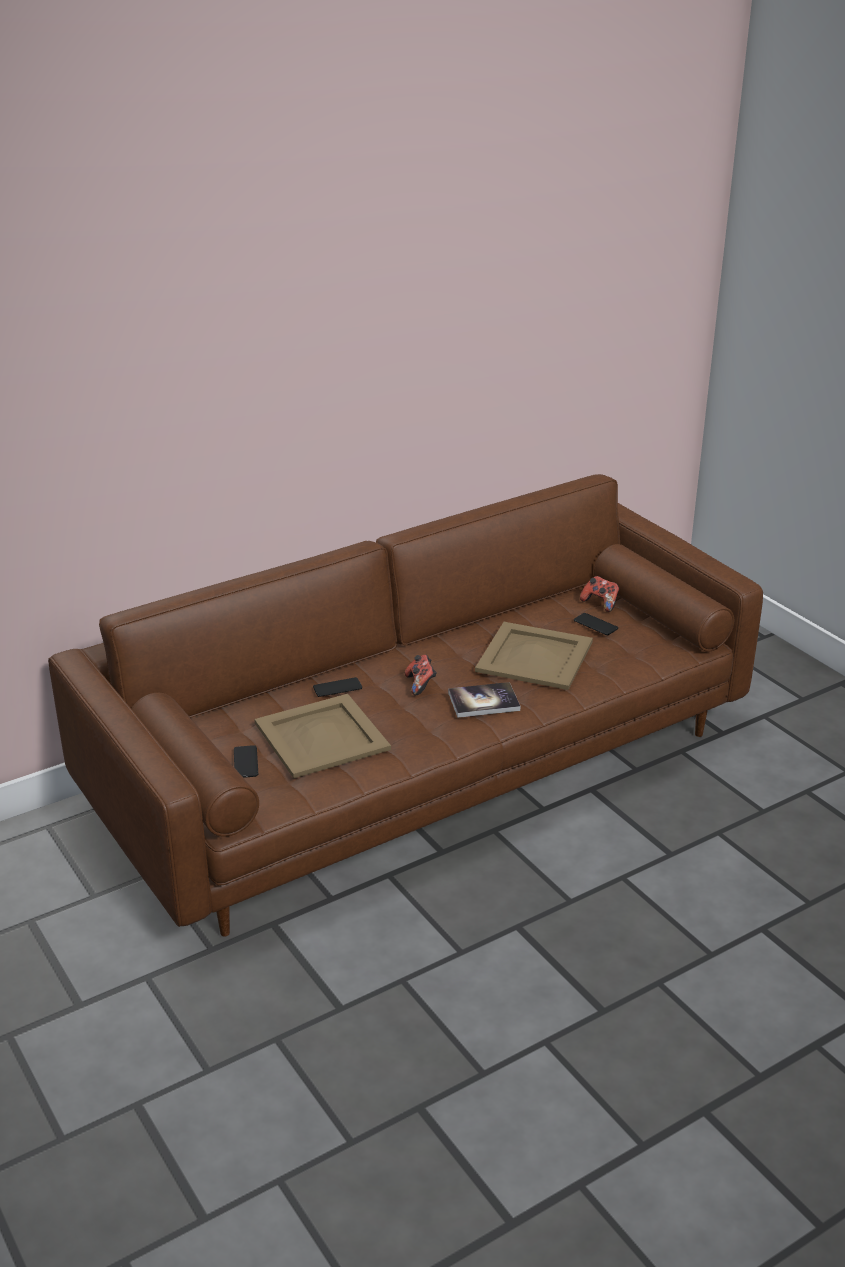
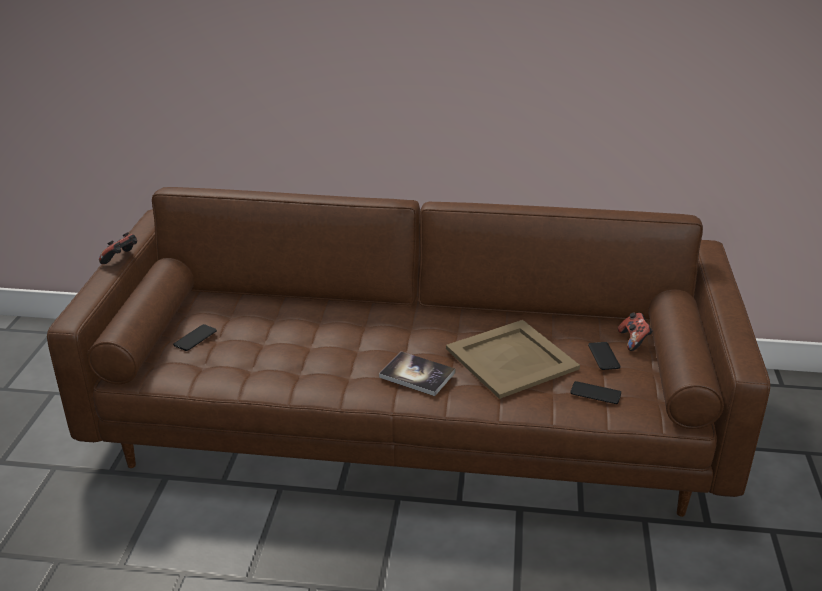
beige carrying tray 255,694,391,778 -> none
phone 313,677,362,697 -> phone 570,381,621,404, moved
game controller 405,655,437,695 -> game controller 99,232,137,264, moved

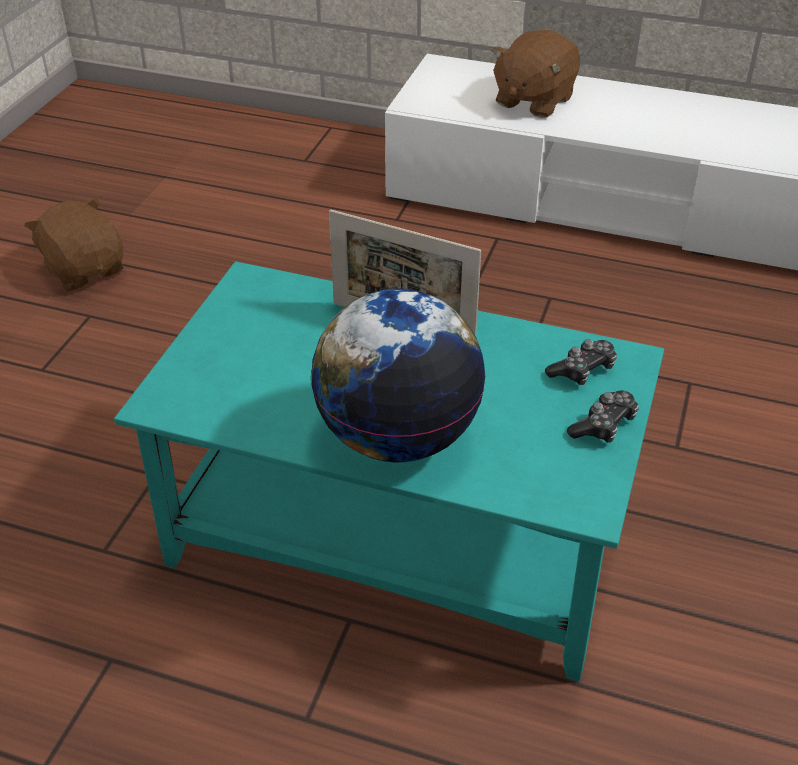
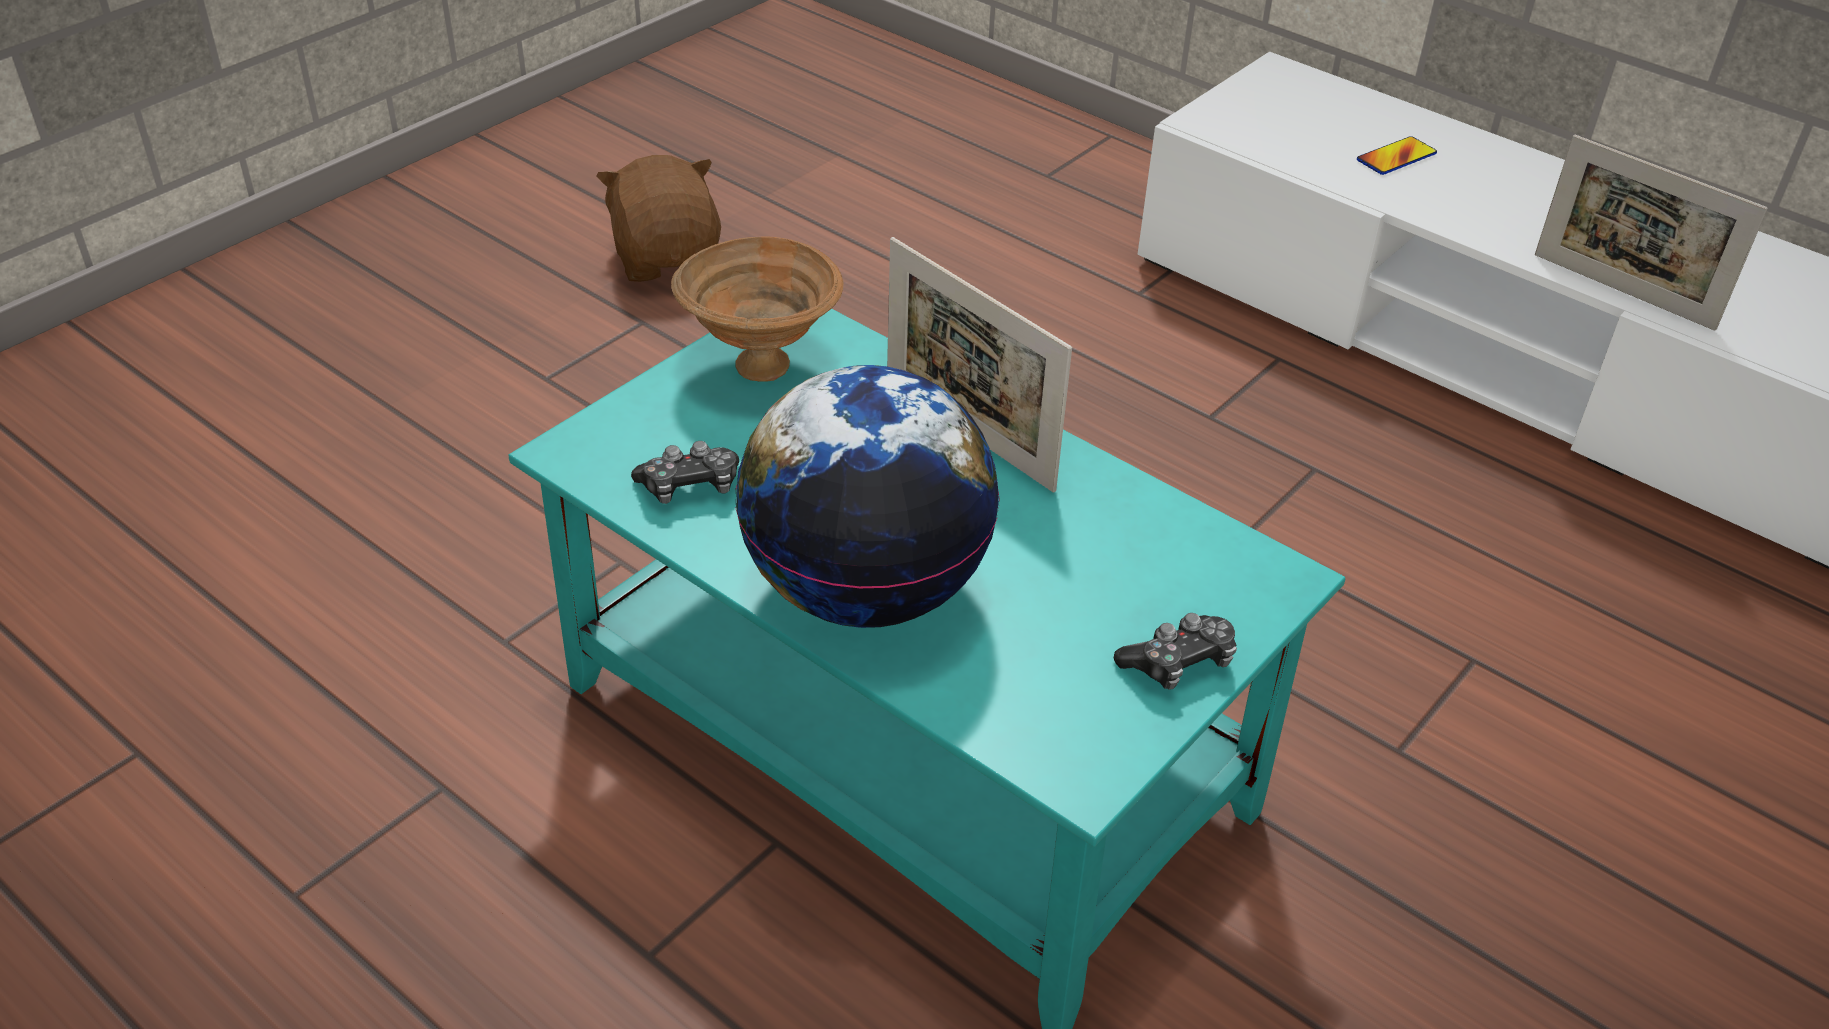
brown-coloured cuddly toy 492,30,580,118 -> phone 1357,136,1437,175
game controller 545,339,617,385 -> game controller 631,441,739,504, moved
none -> brown-coloured serving bowl 671,236,843,382
none -> photo frame 1535,135,1768,331

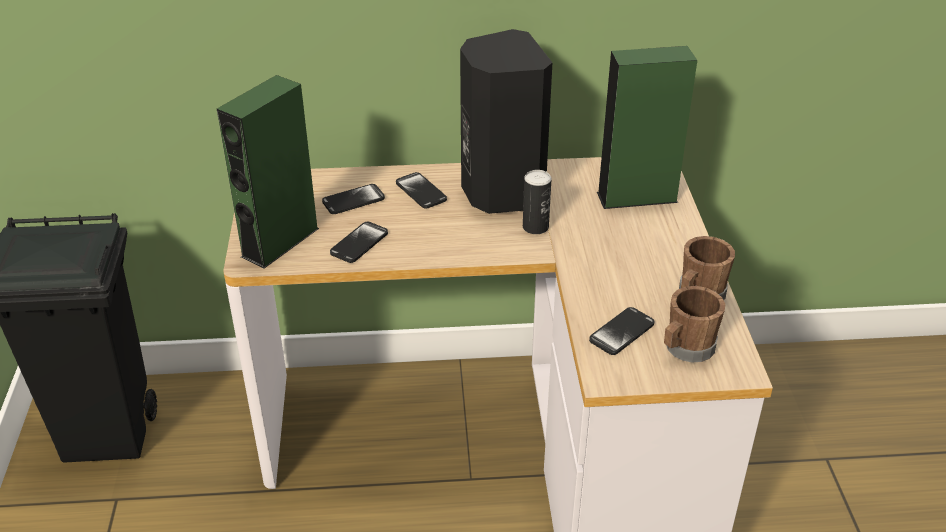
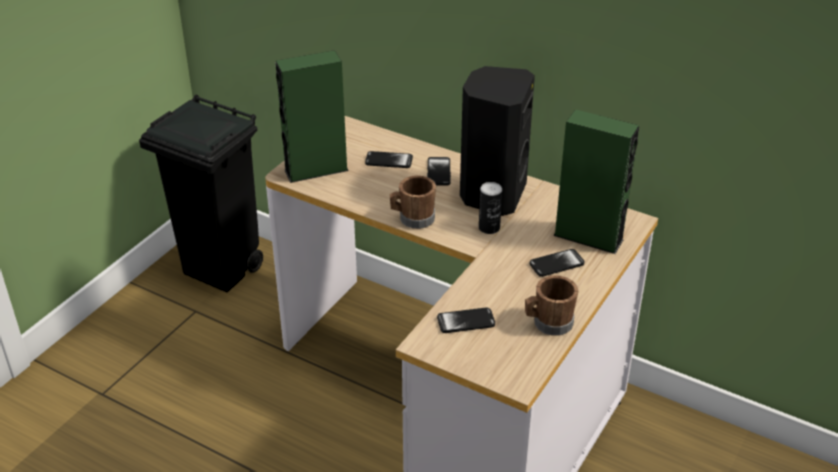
phone 330,222,388,263 -> phone 530,249,584,277, moved
brown-coloured tea mug 664,286,726,362 -> brown-coloured tea mug 390,176,436,229, moved

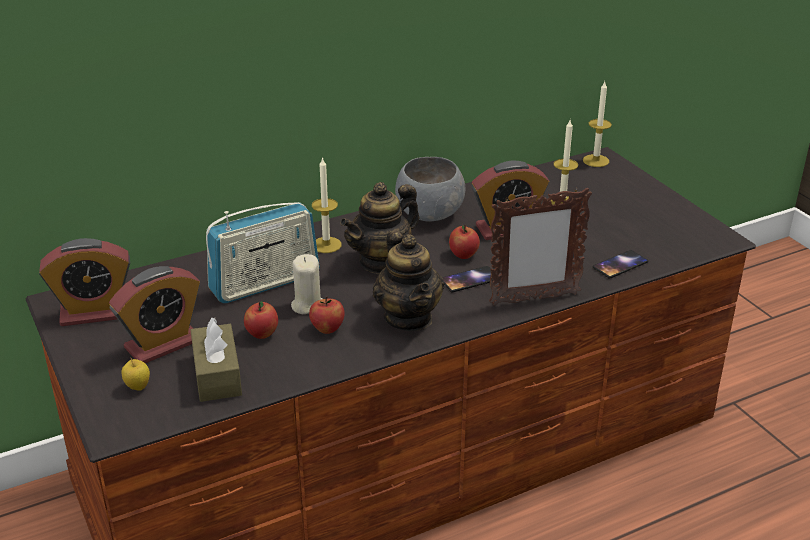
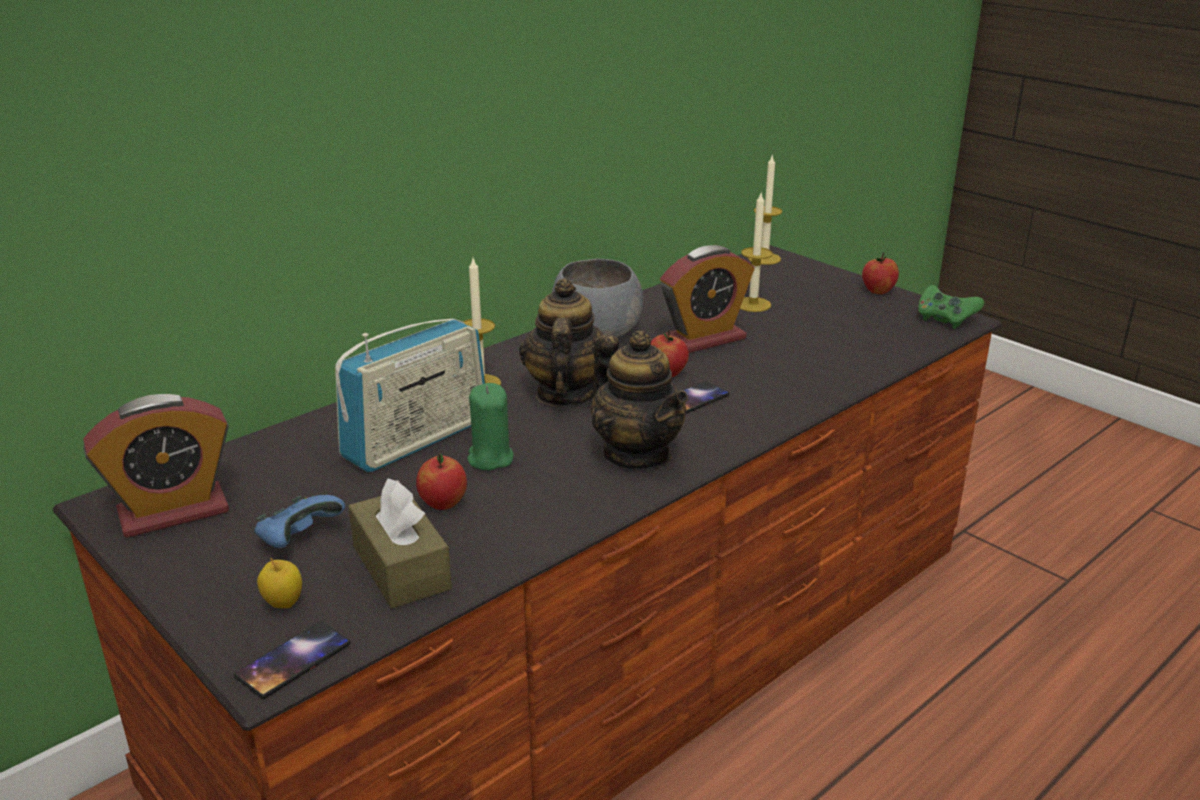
bedside clock 109,266,200,363 -> blue game controller 254,495,345,548
beige wax candle 291,254,322,314 -> greenish wax candle 467,383,513,470
apple fruit 309,296,345,334 -> apple fruit 862,253,899,294, moved
pot for tea 340,182,419,274 -> pot for tea 519,278,603,407, 150 degrees clockwise
photo frame 489,188,592,306 -> none
phone 592,250,648,279 -> phone 234,621,350,699, moved
none -> greenish game controller 918,285,984,329

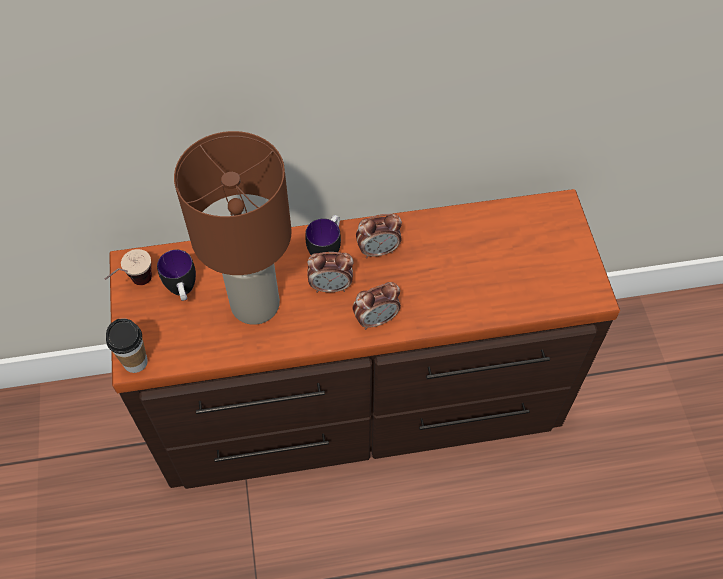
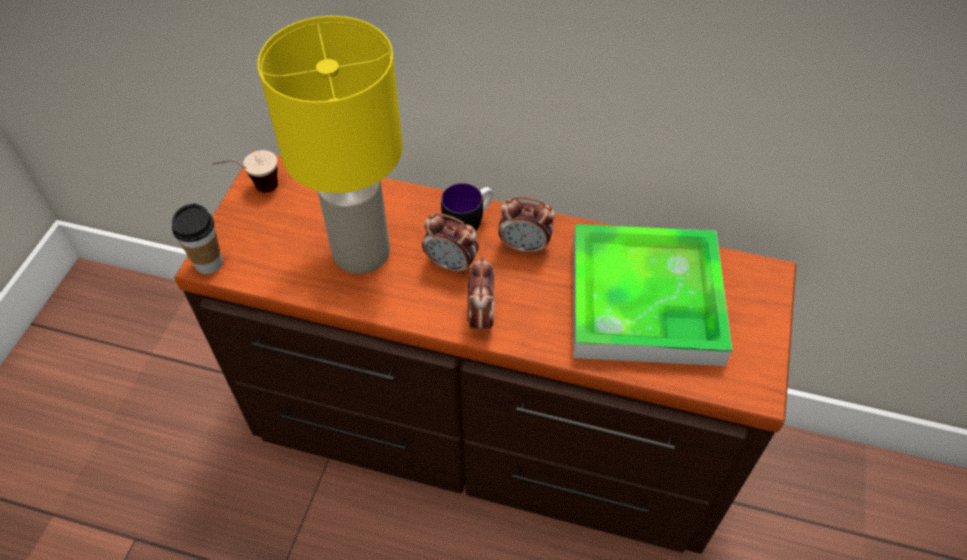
tea mug 157,250,196,301 -> none
brown-coloured table lamp 174,131,292,325 -> yellow table lamp 257,16,403,274
bedside clock 352,282,401,330 -> bedside clock 467,257,495,333, 90 degrees counterclockwise
none -> carrying tray 573,224,732,366

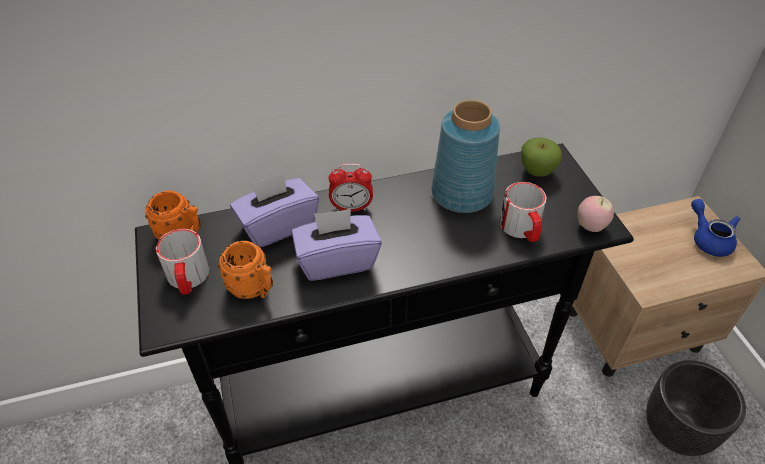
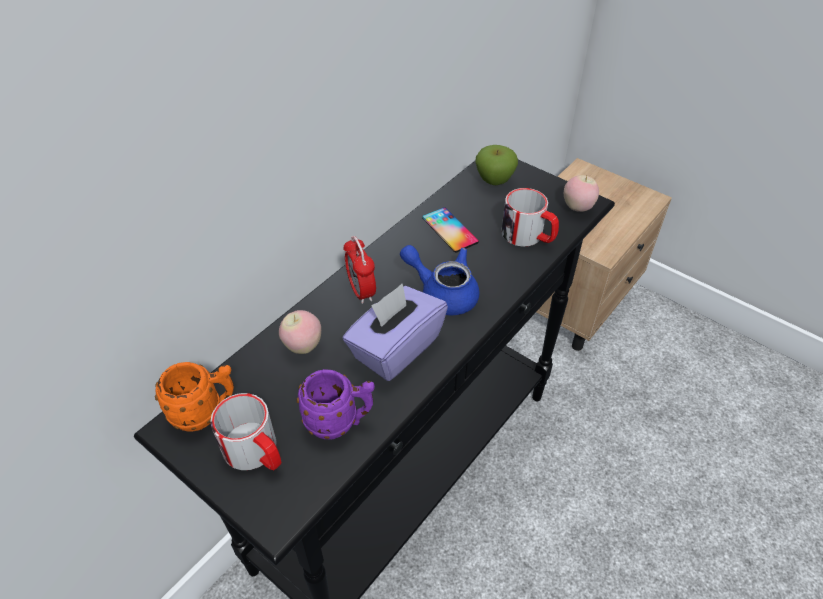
orangey tea mug 218,241,273,299 -> purplish tea mug 297,369,375,440
purplish box of tissues 230,172,319,248 -> apple fruit 279,310,321,354
bedside clock 328,163,373,212 -> bedside clock 344,236,376,304, 105 degrees clockwise
blue decorative vase 431,100,500,213 -> phone 422,207,479,253
black-coloured planter 646,360,746,456 -> none
blue pot for tea 691,199,740,257 -> blue pot for tea 400,245,480,315, moved

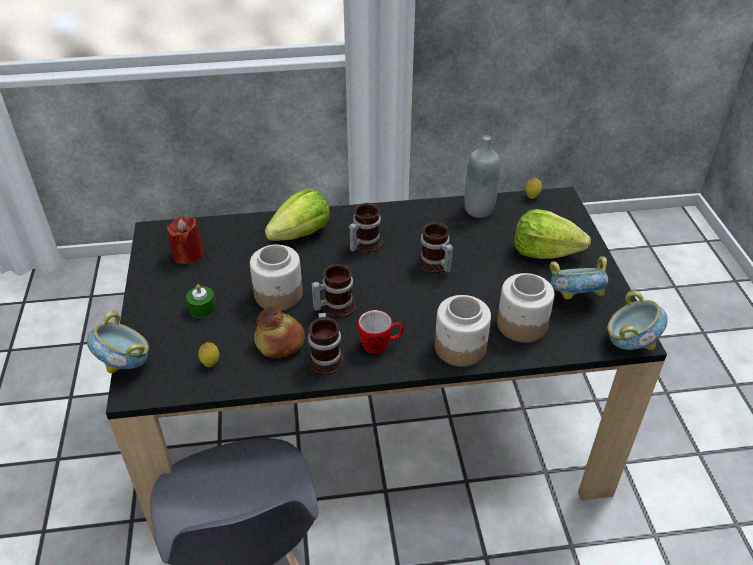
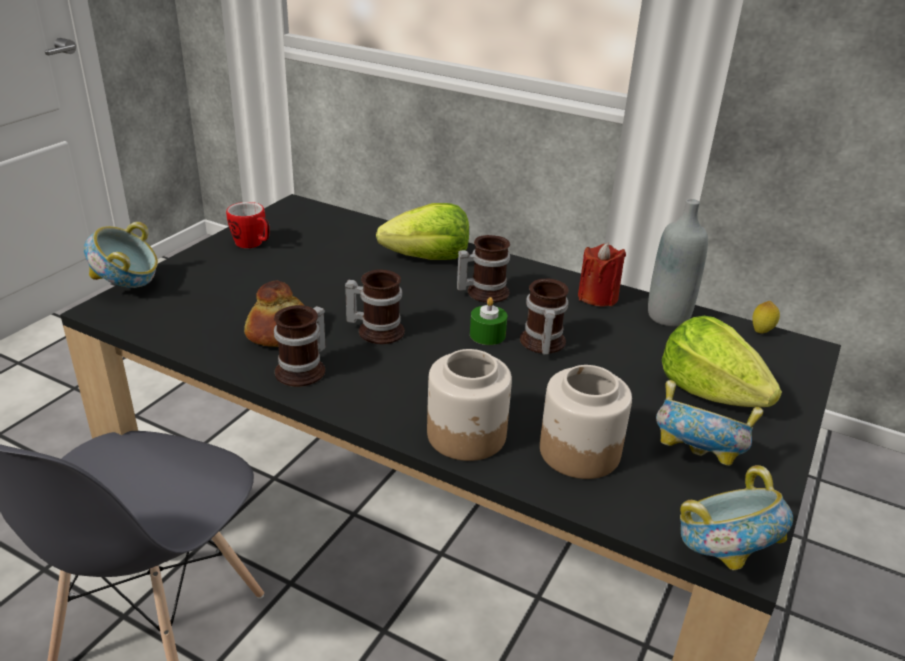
red-coloured wax candle 167,217,204,264 -> red-coloured wax candle 578,243,626,306, moved
greenish wax candle 186,284,216,318 -> greenish wax candle 470,297,507,345, moved
whole lemon 198,342,219,367 -> none
storage jar 250,244,303,311 -> none
tea mug 358,310,404,354 -> tea mug 226,202,270,248, moved

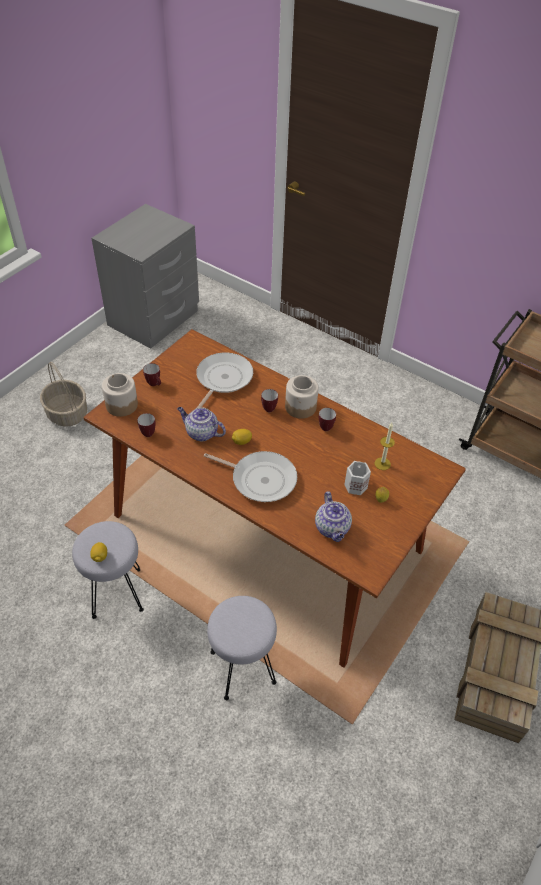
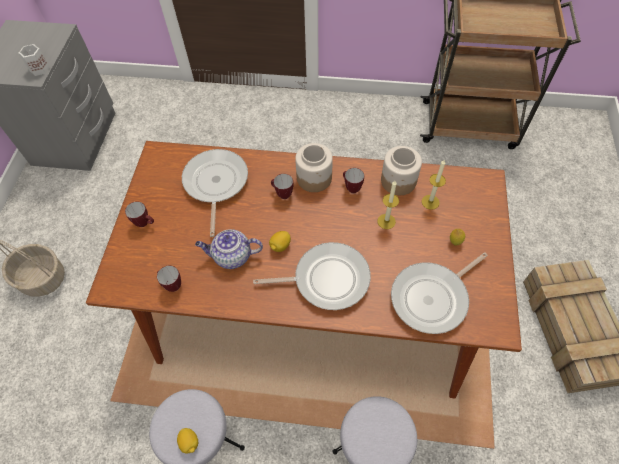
storage jar 102,373,138,417 -> storage jar 381,146,422,195, moved
pot for tea 315,491,352,542 -> pan 391,252,488,334
whitish tea mug 344,461,371,495 -> whitish tea mug 19,44,50,76, moved
none -> wax candle 378,181,399,229

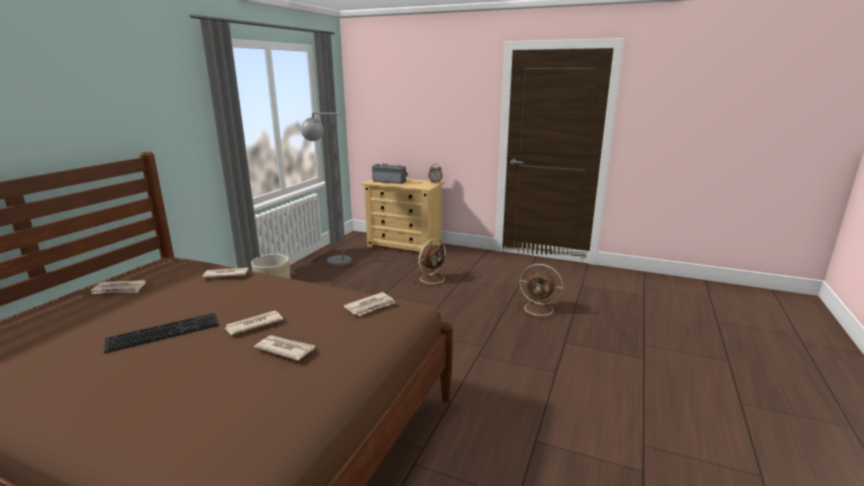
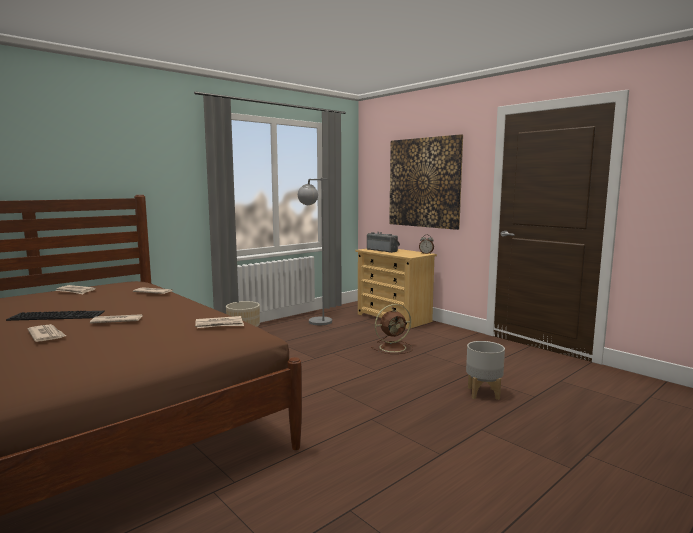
daily paper 254,335,315,361 -> daily paper 28,324,66,342, moved
brown-coloured electric fan 518,264,563,319 -> grey planter 466,341,505,400
none -> wall picture 389,134,463,230

